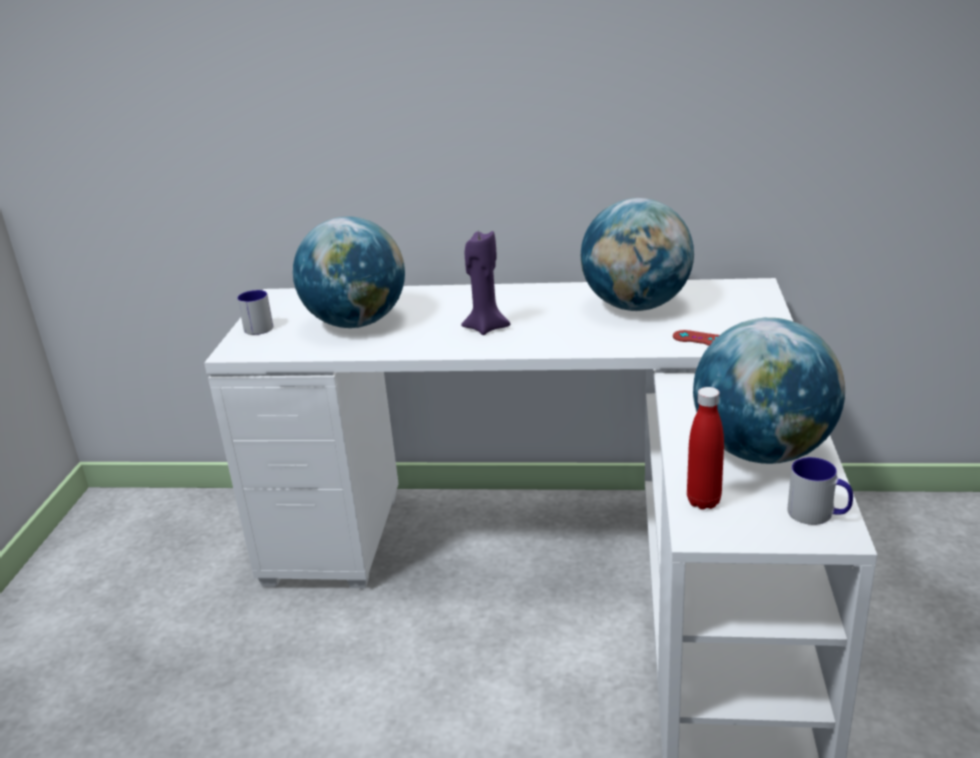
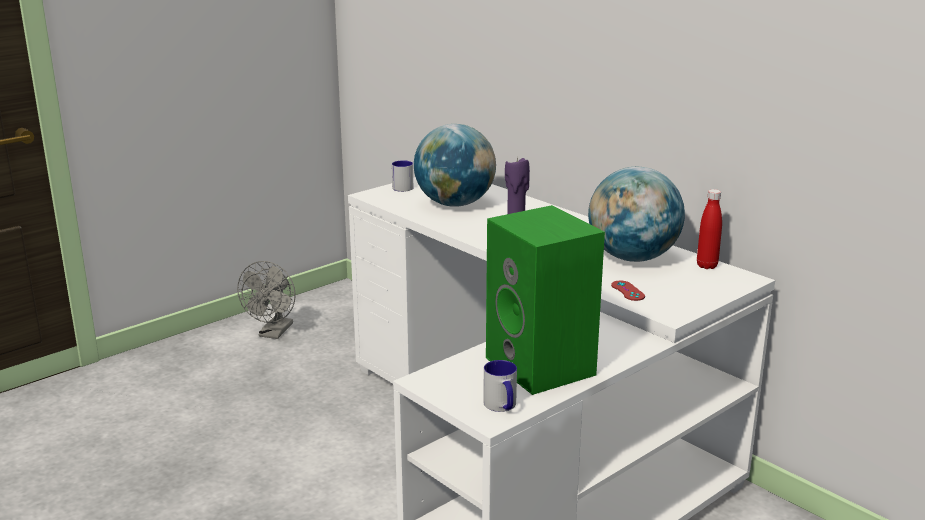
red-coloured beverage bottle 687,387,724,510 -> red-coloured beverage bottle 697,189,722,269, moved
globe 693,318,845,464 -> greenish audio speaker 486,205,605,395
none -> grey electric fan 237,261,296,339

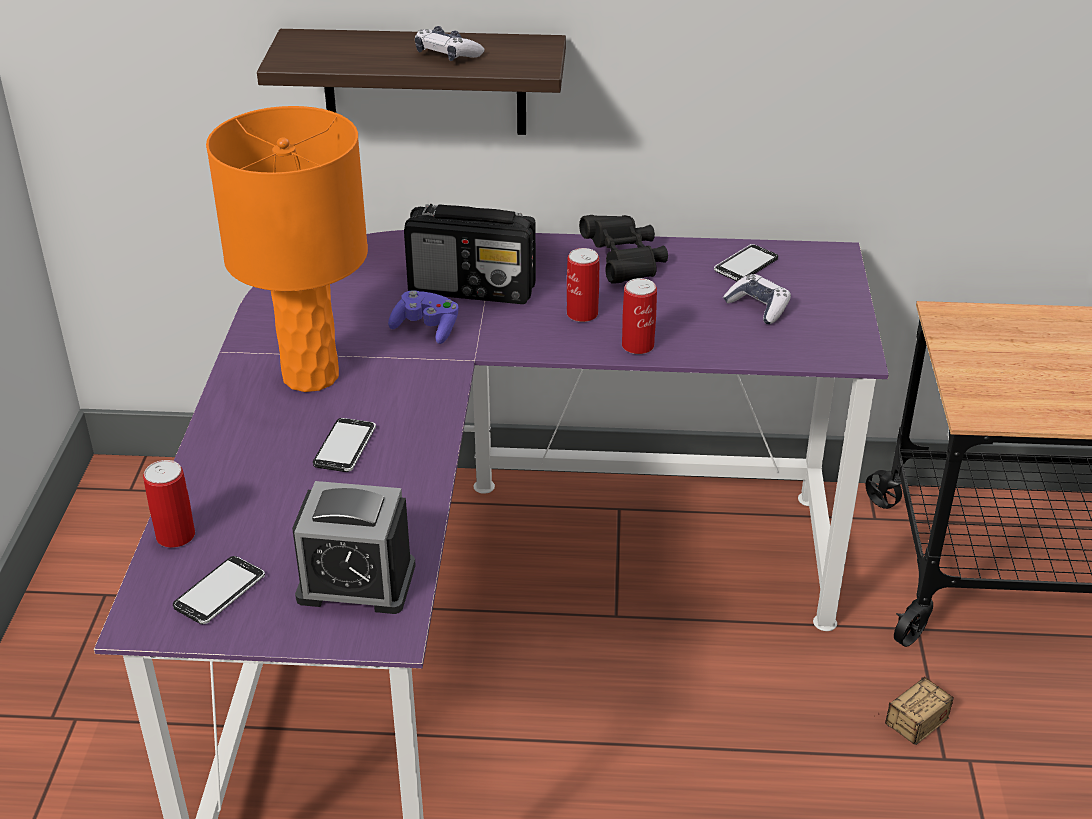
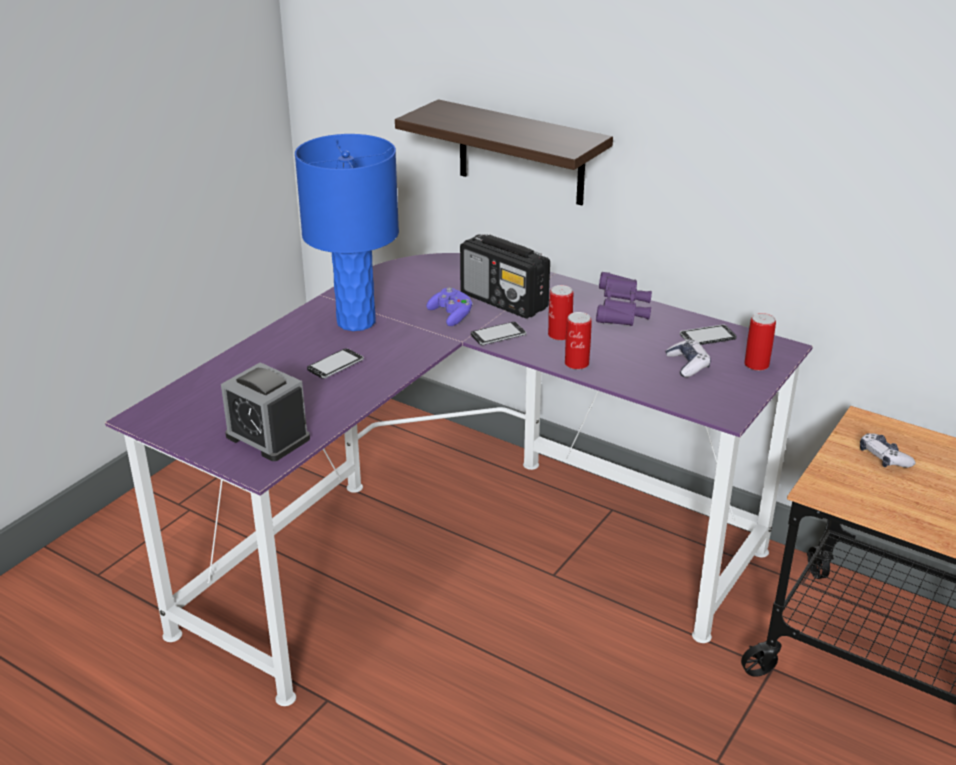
sealed can 143,460,195,548 -> sealed can 744,313,776,371, moved
phone 173,556,265,624 -> phone 471,322,526,345, moved
orangey table lamp 206,106,368,392 -> blue table lamp 295,134,399,331
game controller 415,26,485,61 -> game controller 860,433,915,468, moved
black-coloured field glasses 579,215,668,284 -> purplish field glasses 596,272,652,326
storage box 878,677,954,745 -> none

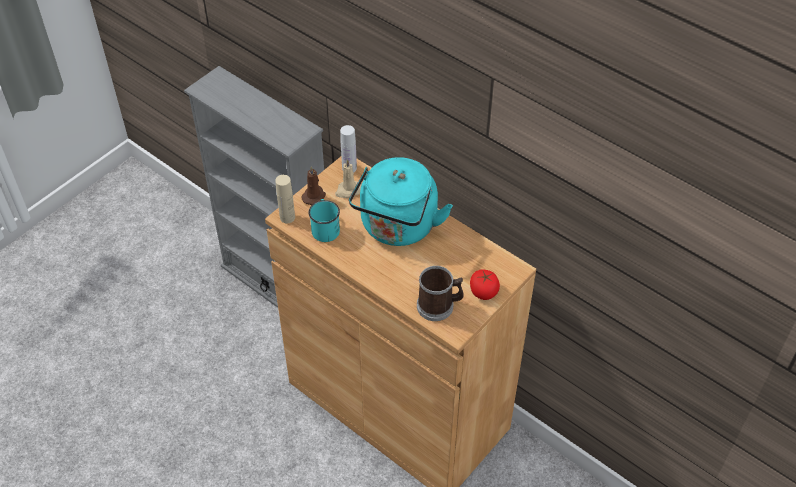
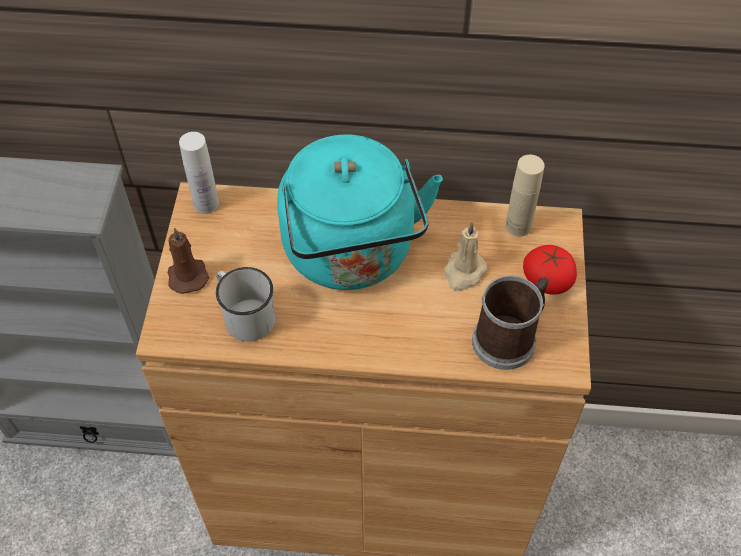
beige beverage bottle 275,175,295,223 -> beige beverage bottle 505,155,545,237, moved
turquoise tea mug 308,199,340,242 -> whitish tea mug 216,267,275,341
beige wax candle 335,159,361,198 -> beige wax candle 444,222,488,291, moved

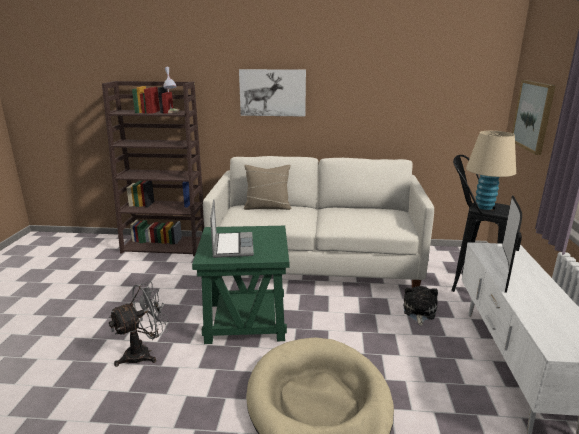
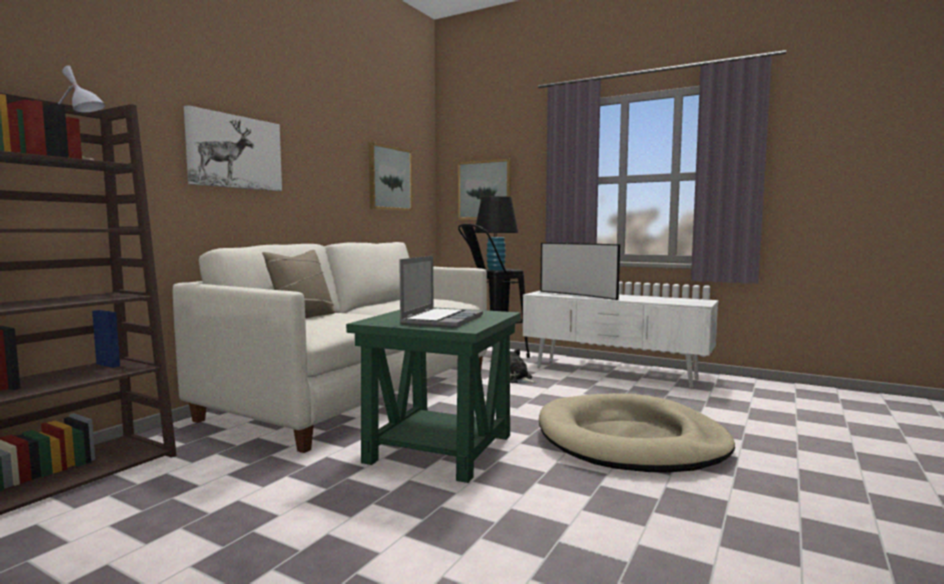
grey electric fan 108,281,169,367 -> none
portable computer 210,200,254,258 -> portable computer 399,256,483,328, 90 degrees clockwise
beige table lamp 466,131,516,210 -> black-coloured table lamp 475,196,518,271
none -> wall picture 369,142,413,211

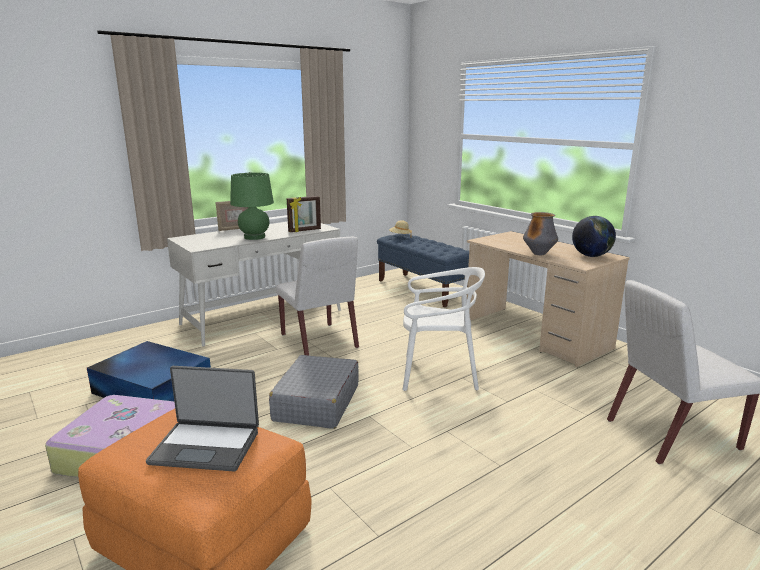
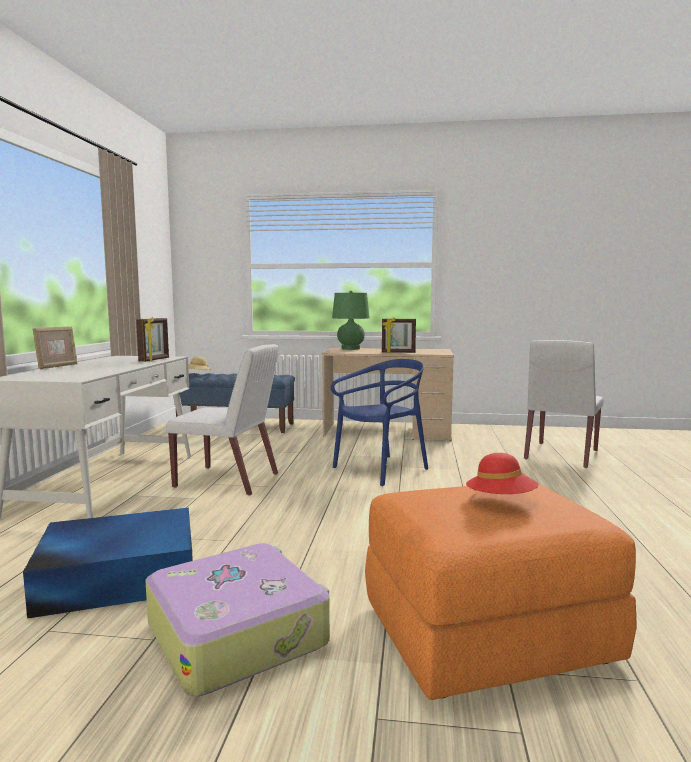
portable computer 146,366,259,471 -> red-coloured hat 466,453,539,494
greenish table lamp 230,172,274,240 -> greenish table lamp 332,291,370,350, moved
grey travel case 269,355,359,429 -> none
whitish upright chair 402,267,485,391 -> blue upright chair 331,359,428,486
decorative vase 523,212,558,255 -> photo frame 382,318,416,353
globe 572,216,616,257 -> none

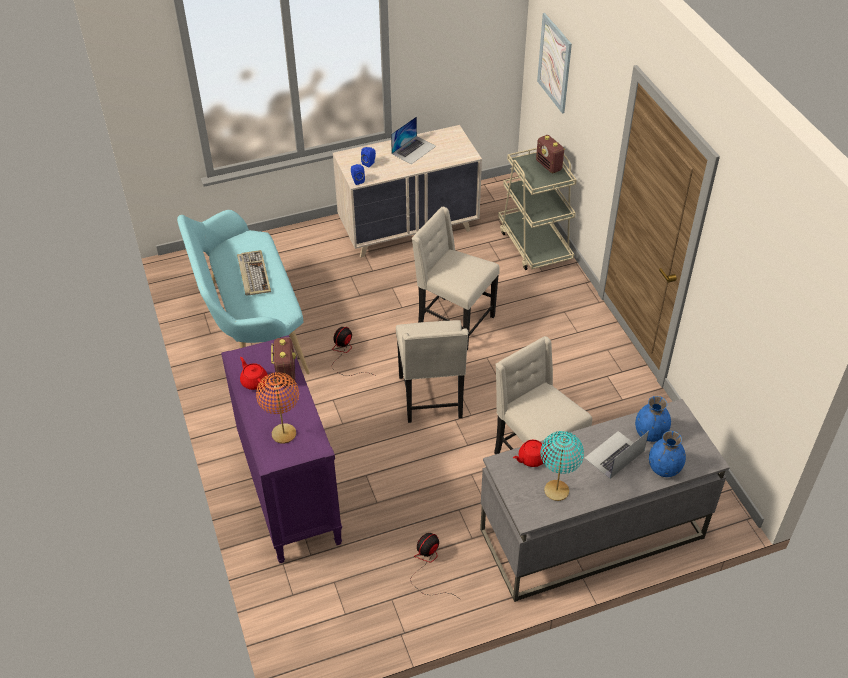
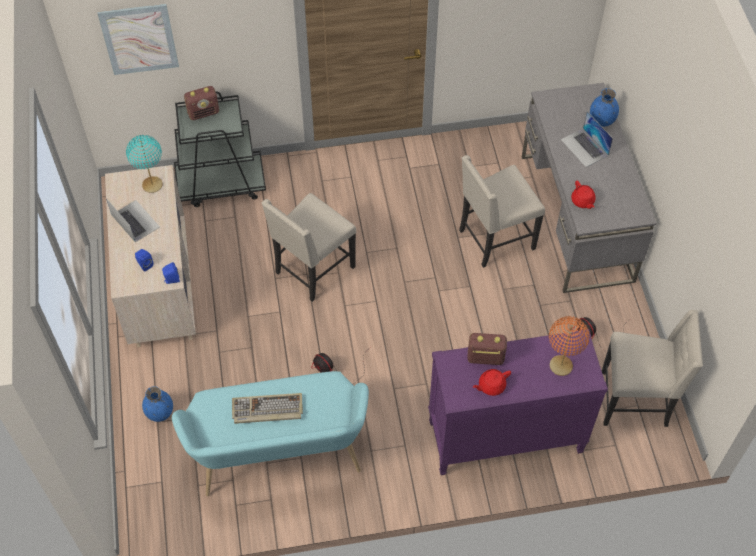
beige upright chair 396,320,468,423 -> beige upright chair 602,310,703,427, moved
beige wheeled cart 498,148,577,270 -> black-coloured wheeled cart 174,91,266,207
turquoise table lamp 540,431,584,501 -> turquoise table lamp 126,135,162,193, moved
blue decorative vase 635,396,671,442 -> blue decorative vase 142,386,173,422, moved

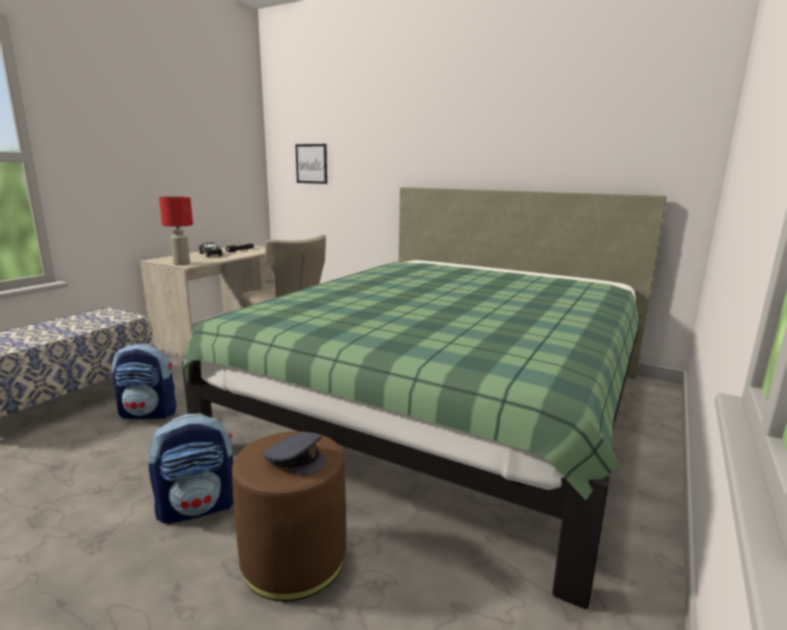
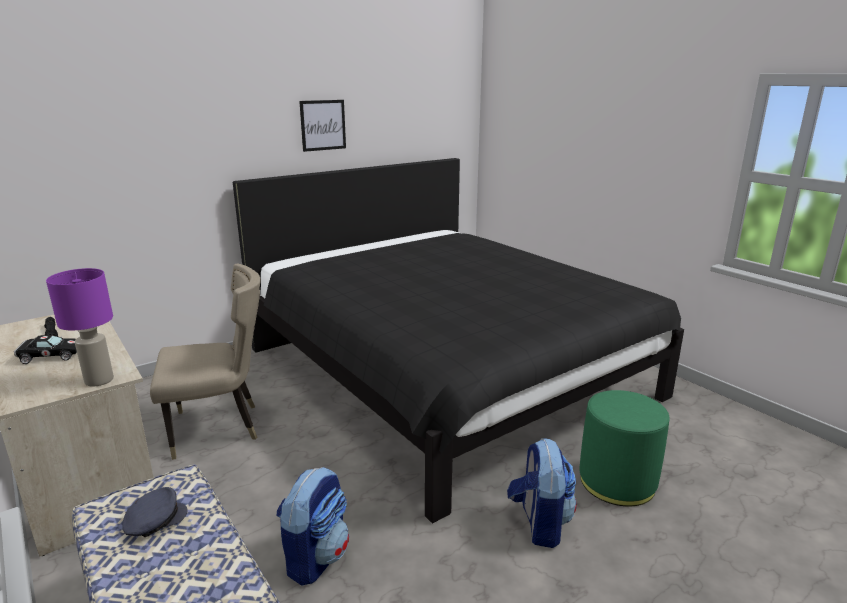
red-coloured table lamp 159,197,193,265 -> purplish table lamp 46,268,114,387
greenish bed 182,187,666,609 -> black-coloured bed 233,158,684,523
brown-coloured pouffe 232,431,346,601 -> greenish pouffe 579,390,669,506
grey baseball cap 263,432,327,474 -> grey baseball cap 122,487,187,537, moved
wall picture 295,144,327,184 -> wall picture 299,100,346,152, moved

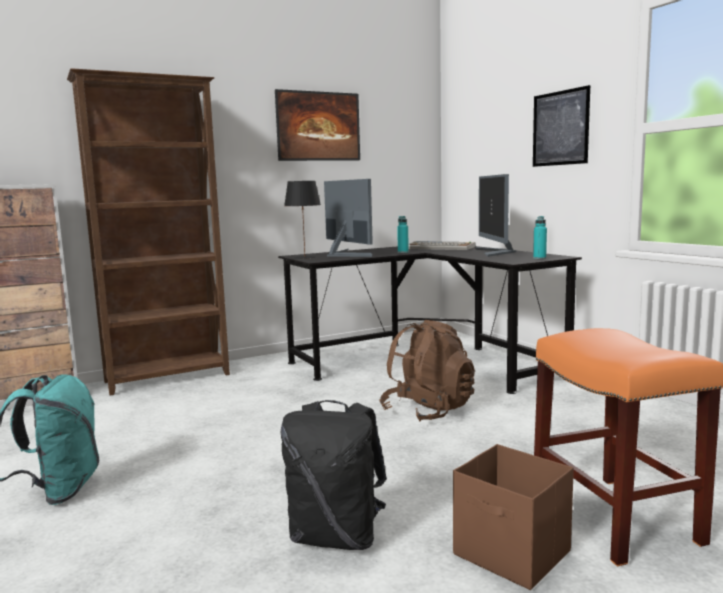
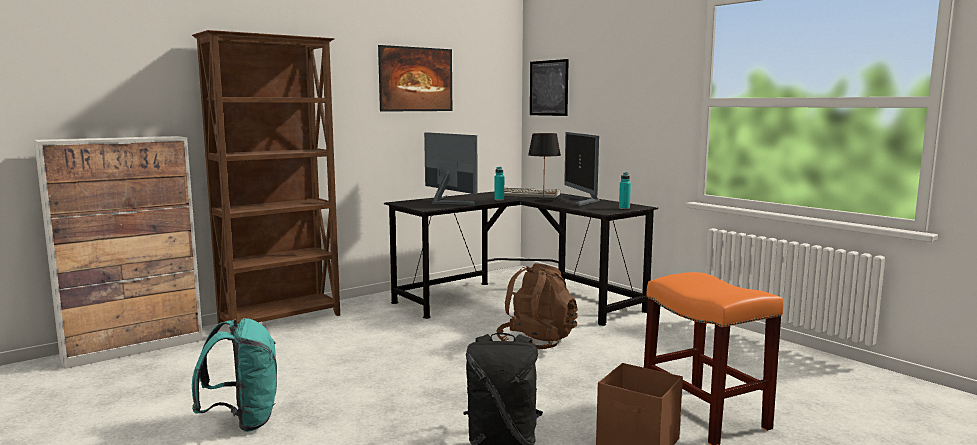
black-coloured table lamp 284,181,321,259 -> black-coloured table lamp 528,133,561,203, moved
wall picture 533,85,590,167 -> wall picture 530,59,569,116, moved

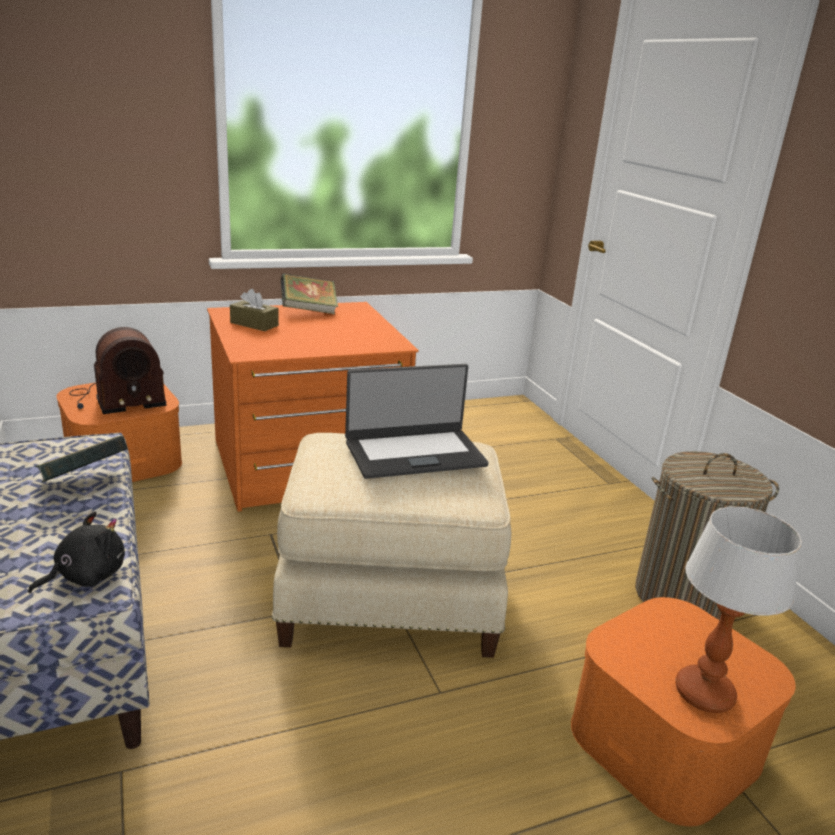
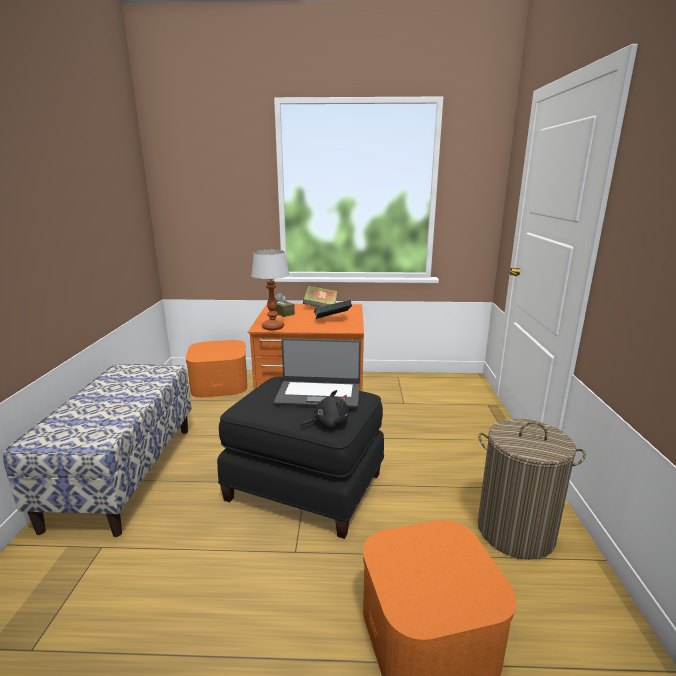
black-coloured cuddly toy 28,511,125,594 -> black-coloured cuddly toy 301,390,349,429, moved
volume 35,435,128,482 -> volume 314,300,352,319, moved
radio 69,327,167,414 -> none
beige pouffe 272,433,511,658 -> black-coloured pouffe 217,377,384,539
table lamp 675,506,802,713 -> table lamp 251,250,290,330, moved

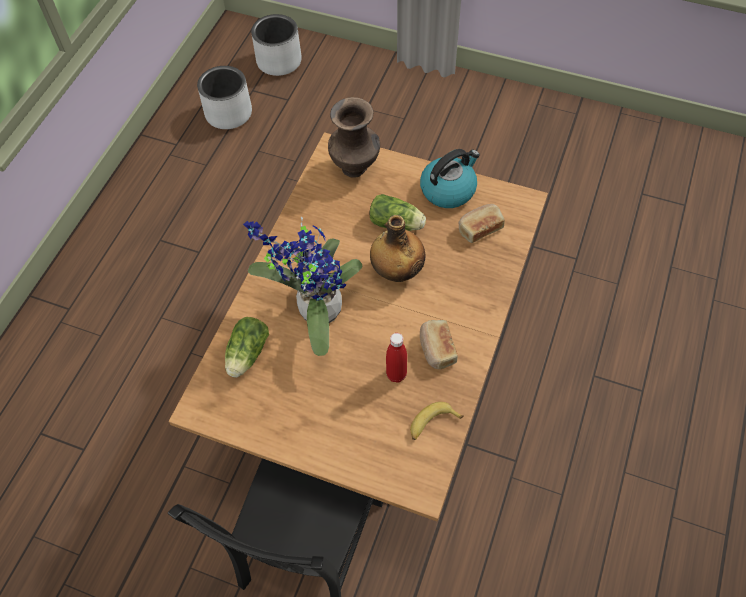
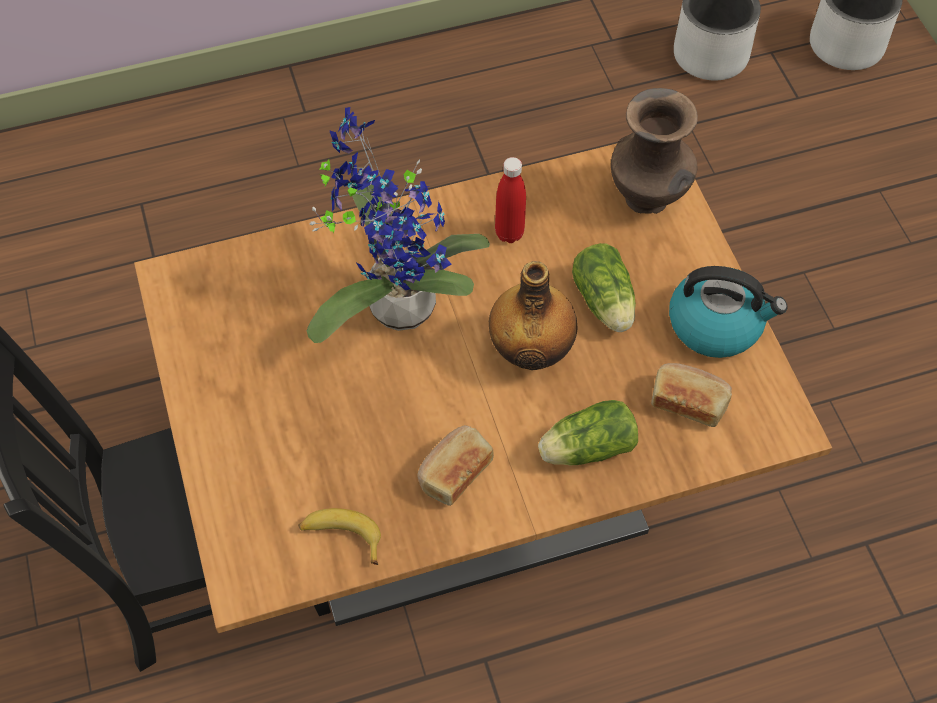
lettuce 225,317,269,378 -> lettuce 538,400,638,465, moved
red-coloured beverage bottle 386,333,407,383 -> red-coloured beverage bottle 495,157,526,243, moved

